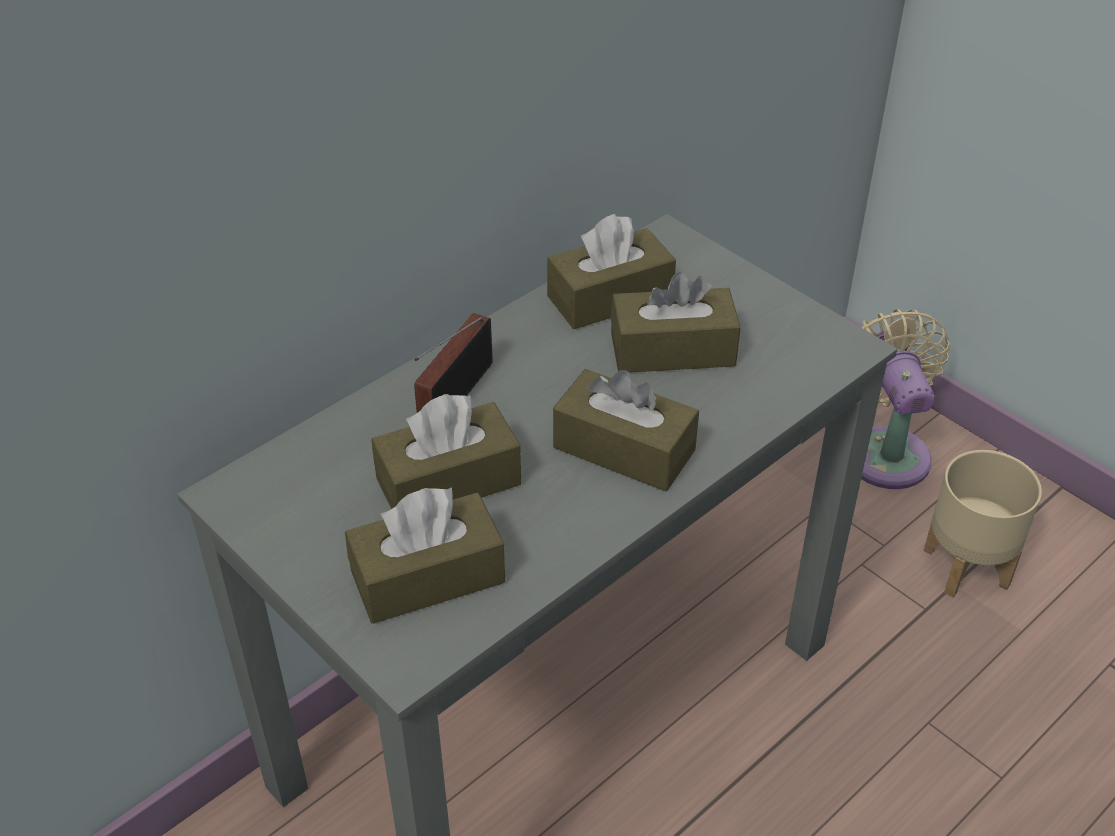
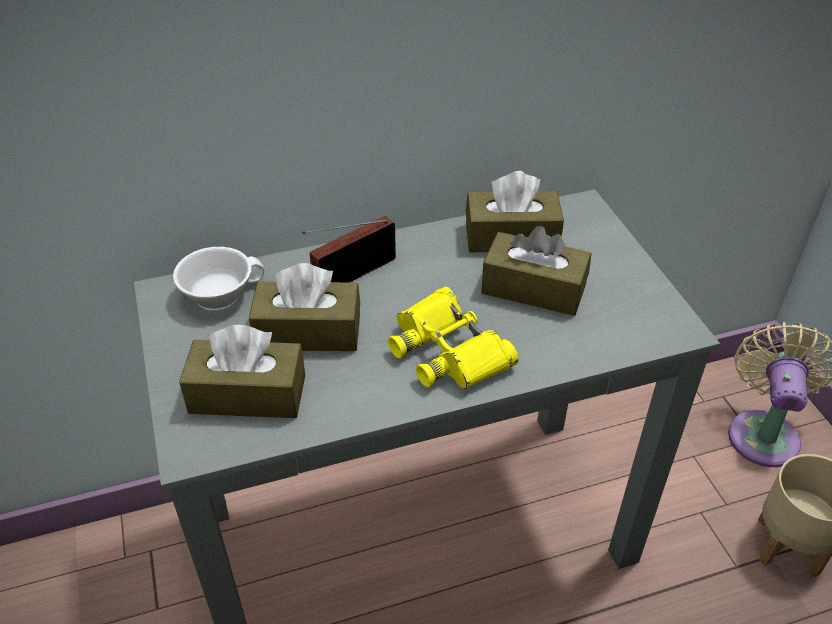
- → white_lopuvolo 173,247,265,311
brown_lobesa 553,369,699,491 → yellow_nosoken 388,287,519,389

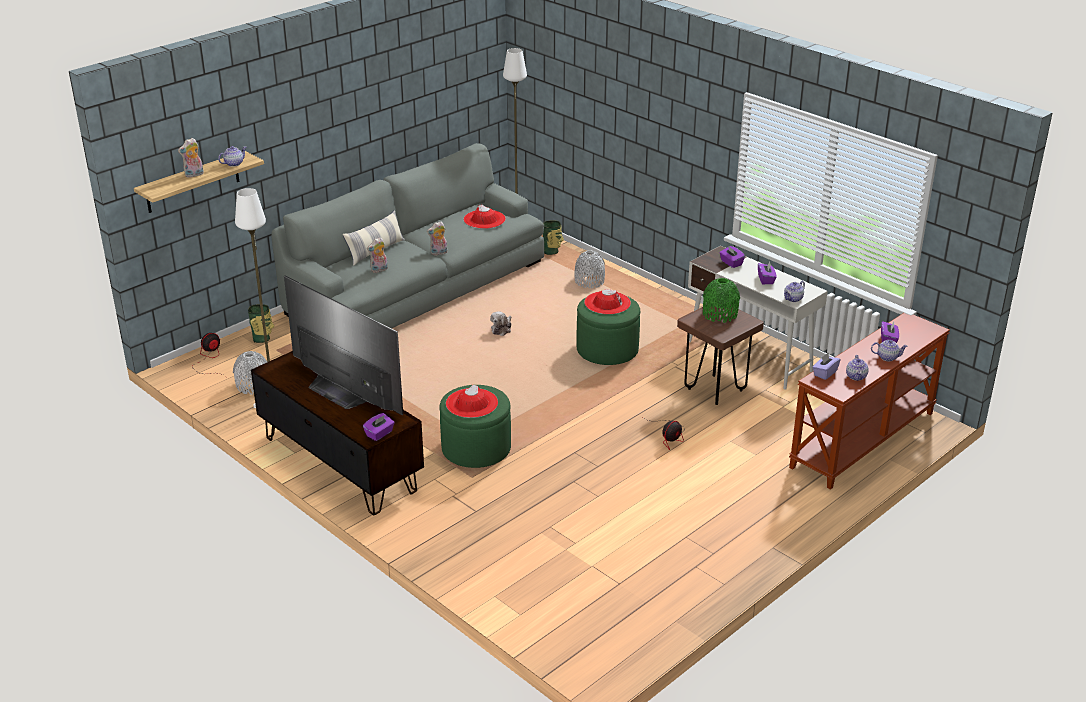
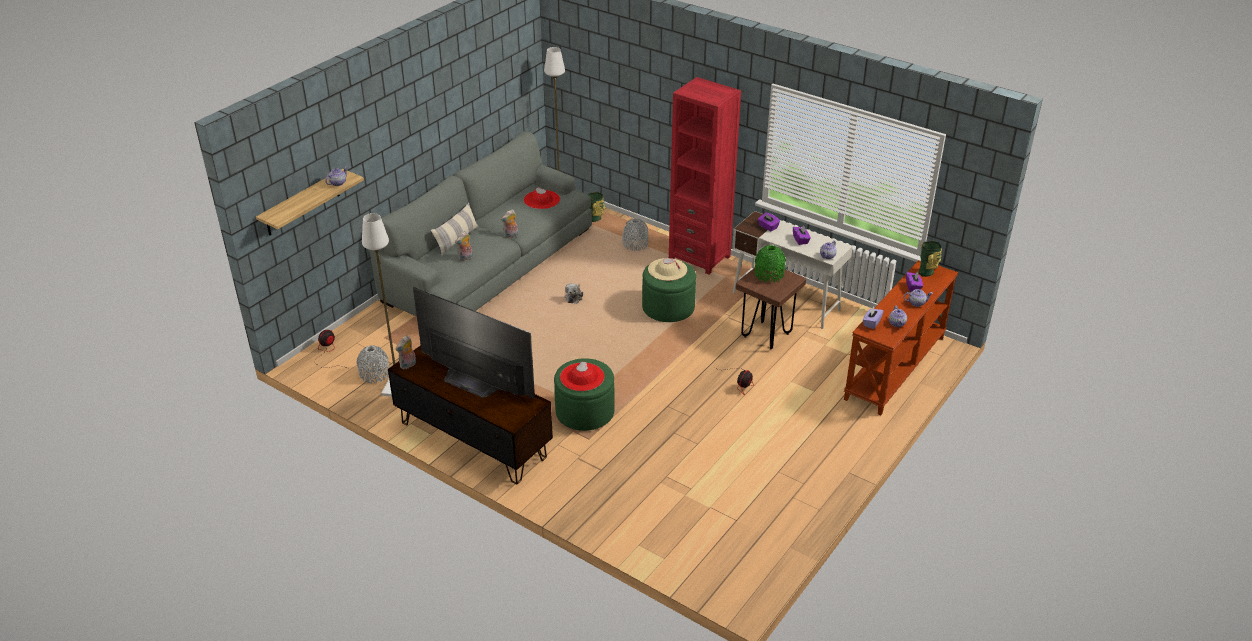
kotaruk 178,138,204,178 → kotaruk 396,335,416,370, move
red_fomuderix 584,289,631,314 → beige_fomuderix 648,258,687,281
- → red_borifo 669,77,741,275
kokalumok 248,304,274,343 → kokalumok 919,241,942,277, move
purple_lobesa 363,413,394,441 → -

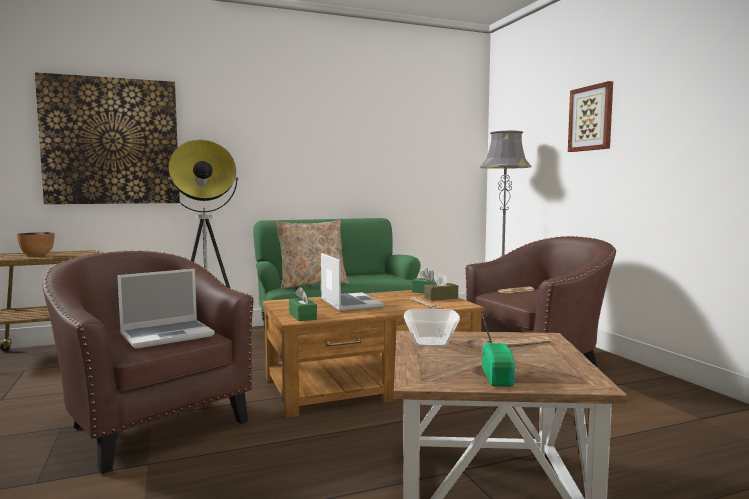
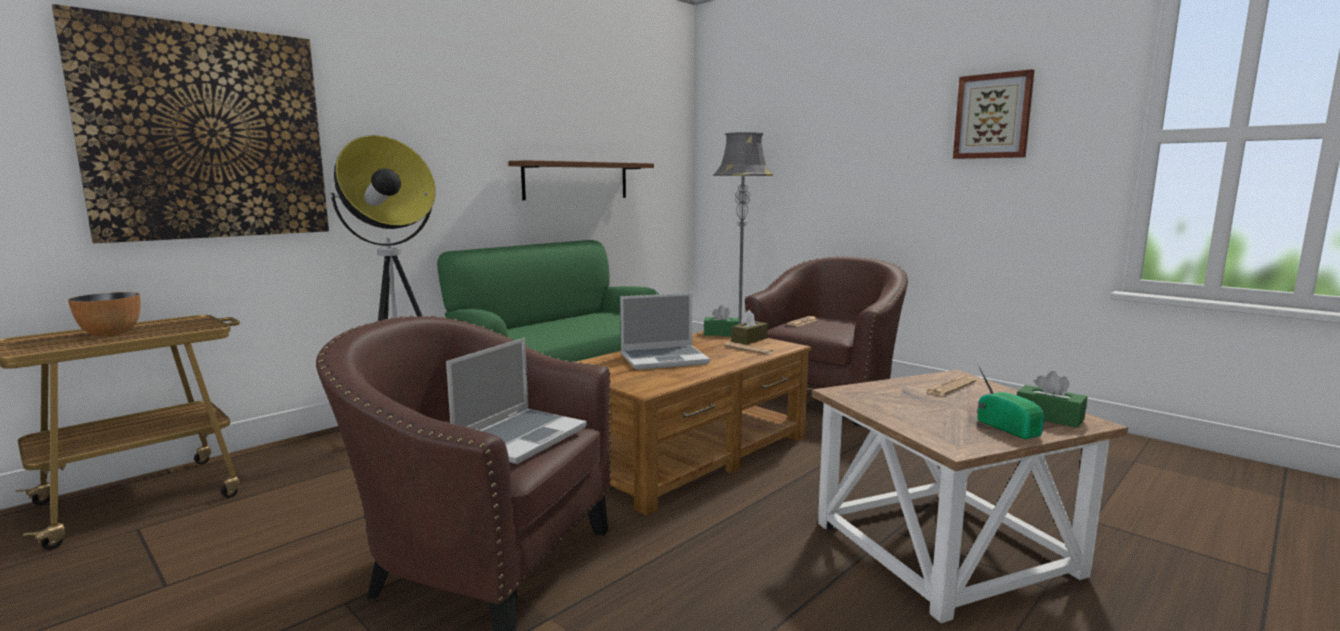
- → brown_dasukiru 508,160,654,200
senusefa 321,253,384,311 → senusefa 620,293,710,370, 120 degrees clockwise
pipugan 568,81,613,152 → pipugan 953,69,1034,159, move
green_lobesa 289,287,317,321 → green_lobesa 1017,371,1087,428, move
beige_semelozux 275,220,349,289 → -
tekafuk 404,309,460,347 → -

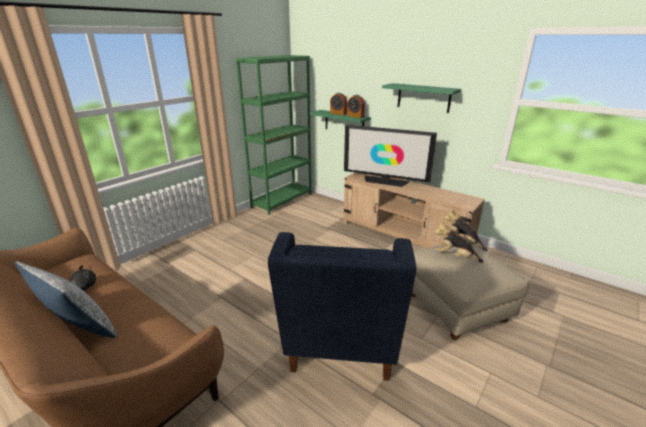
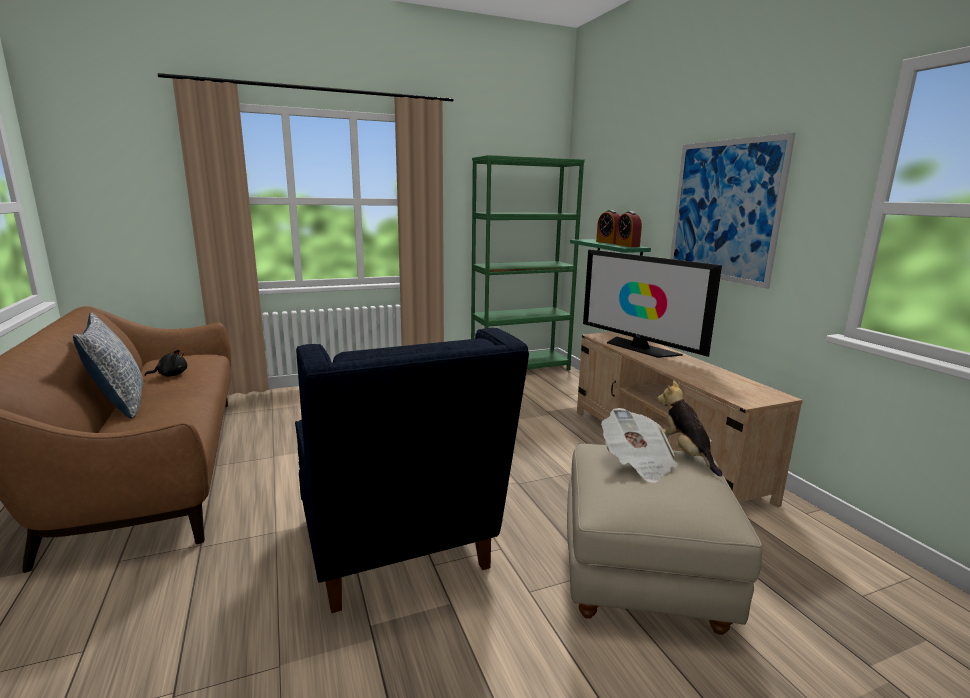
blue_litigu 268,232,416,381 → blue_litigu 295,328,529,613, 60 degrees counterclockwise
kotaruk 434,220,483,263 → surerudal 601,408,678,483
green_dasukiru 382,83,461,113 → pipugan 670,133,795,289

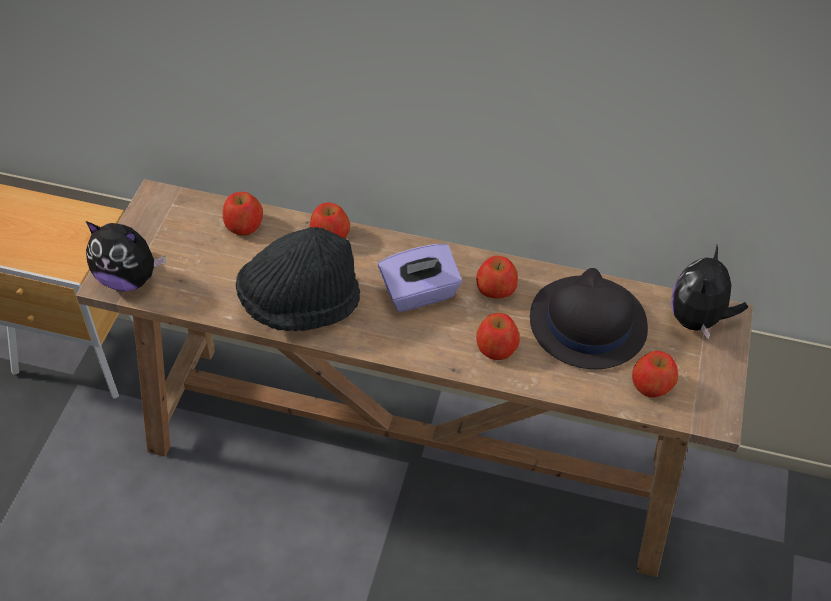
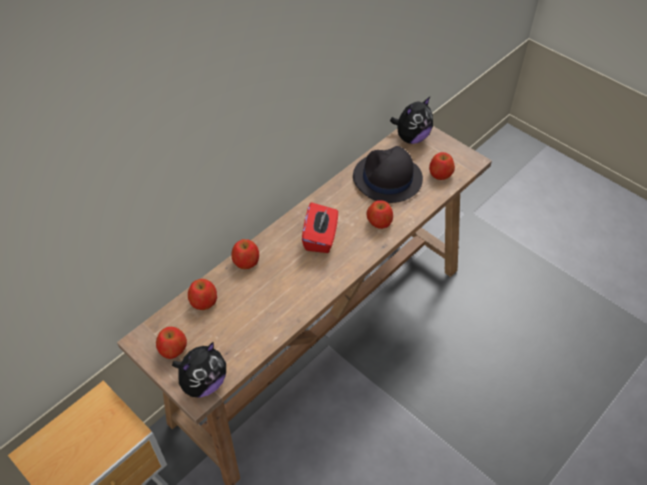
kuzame 476,256,518,299 → kuzame 156,327,187,359, move
purple_lobesa 378,244,462,312 → red_lobesa 302,202,338,253
kotaruk 671,245,748,340 → kotaruk 390,97,433,144, 90 degrees counterclockwise
black_fomuderix 236,227,360,331 → -

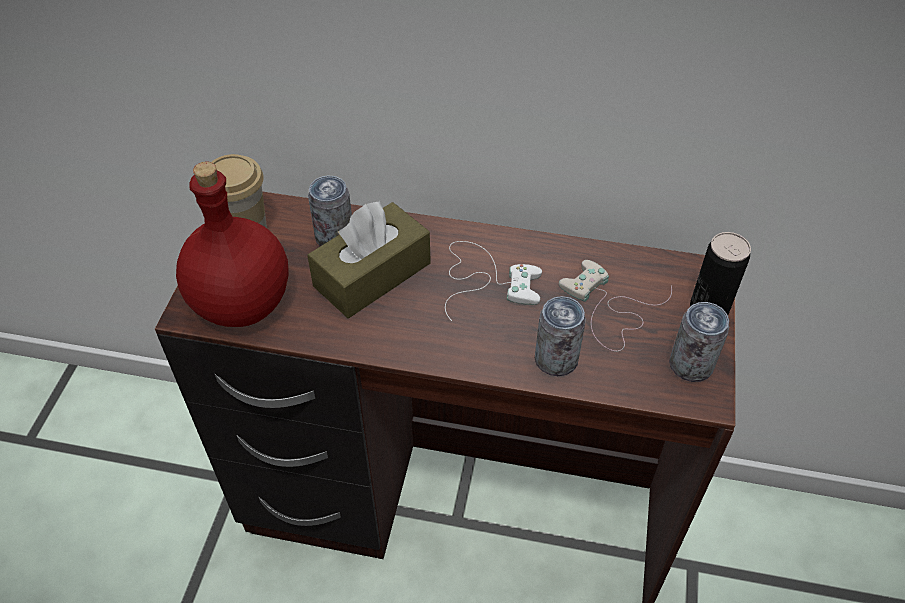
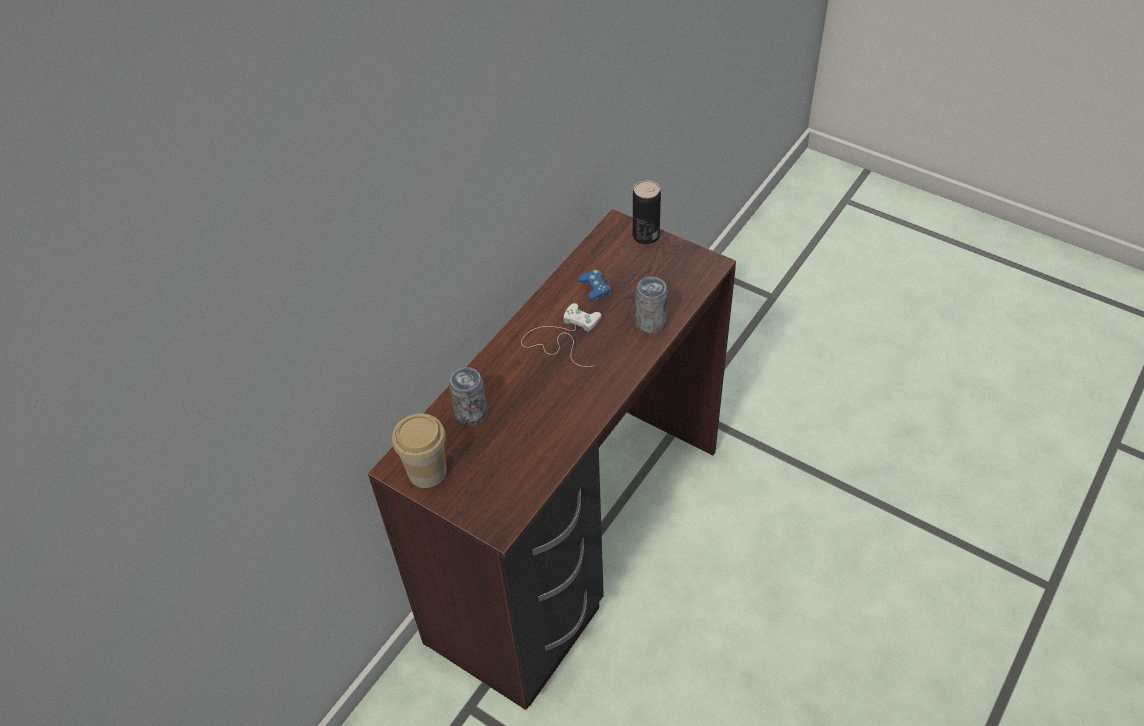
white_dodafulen 559,260,672,352 → blue_dodafulen 578,245,648,301
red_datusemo 176,162,289,327 → -
brown_lobesa 307,201,431,318 → -
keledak 669,302,729,382 → -

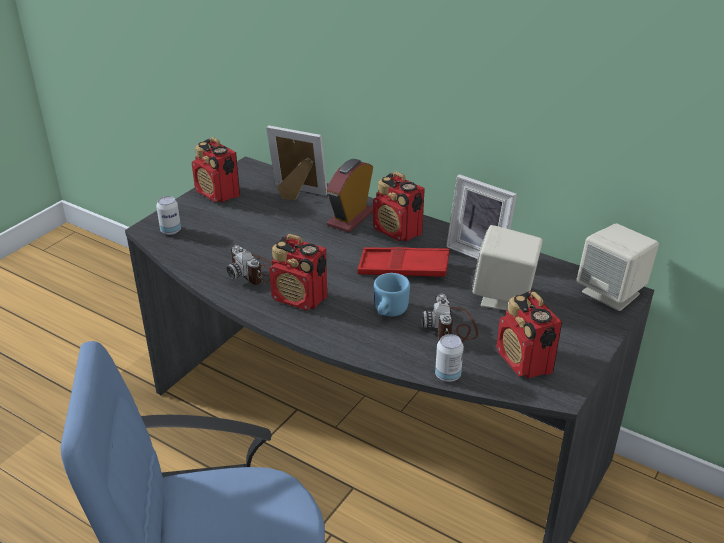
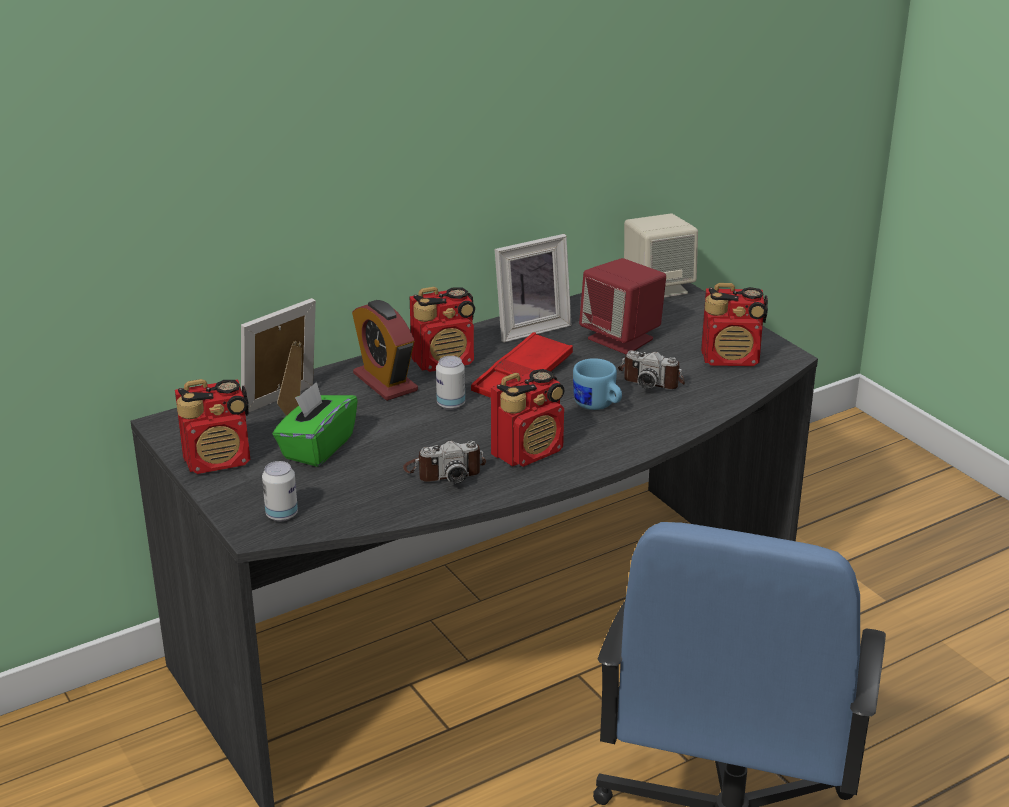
- → green_lobesa 273,382,358,467
keledak 435,334,464,382 → keledak 436,356,465,410, move
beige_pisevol 472,225,543,311 → red_pisevol 579,258,666,354

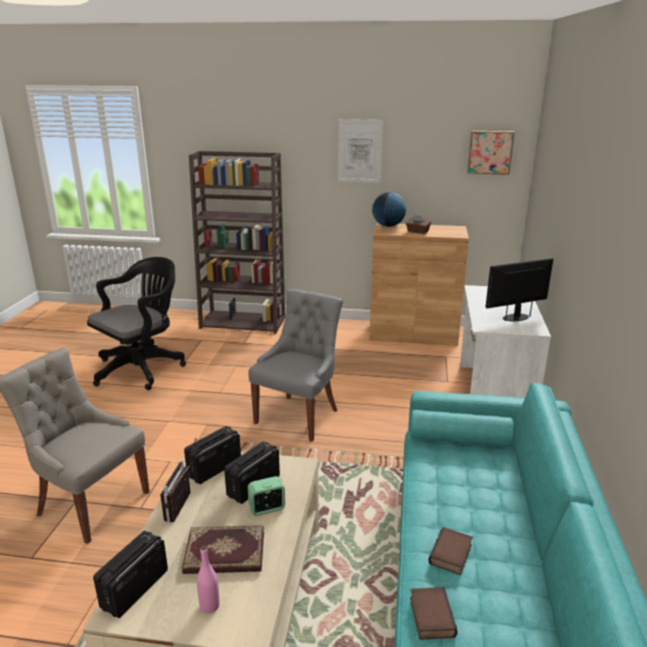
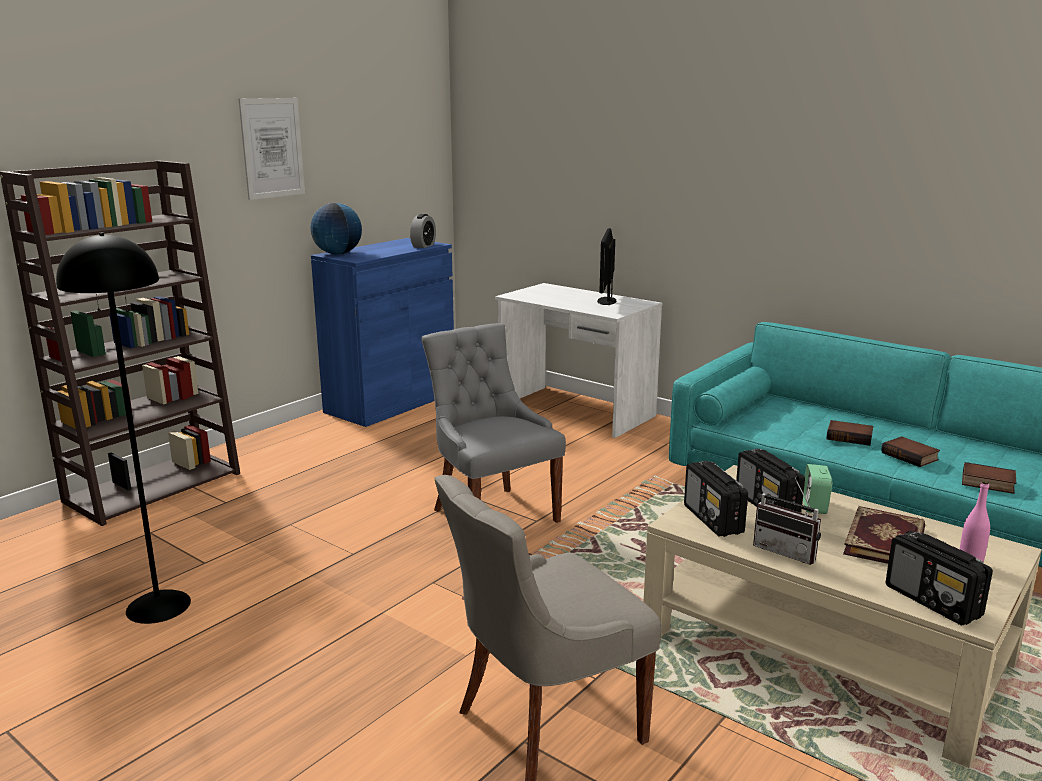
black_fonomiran 87,257,186,390 → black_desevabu 56,233,191,624
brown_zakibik 369,223,469,346 → blue_zakibik 311,238,454,427
- → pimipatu 410,214,436,248
- → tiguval 827,420,873,446
brown_lobesa 406,215,431,234 → -
pipugan 467,131,515,175 → -

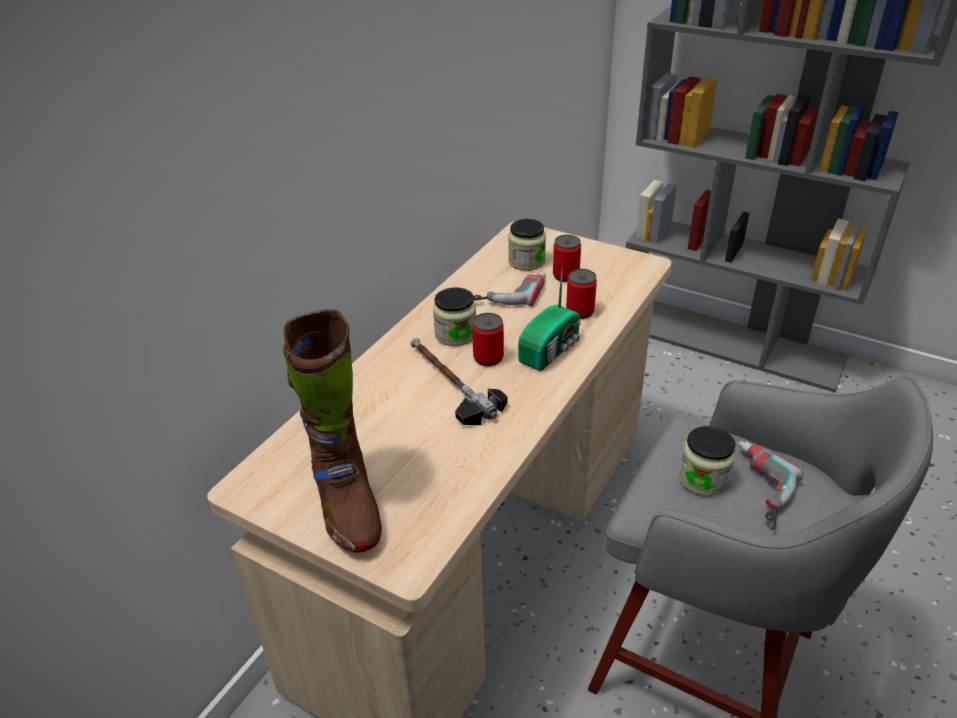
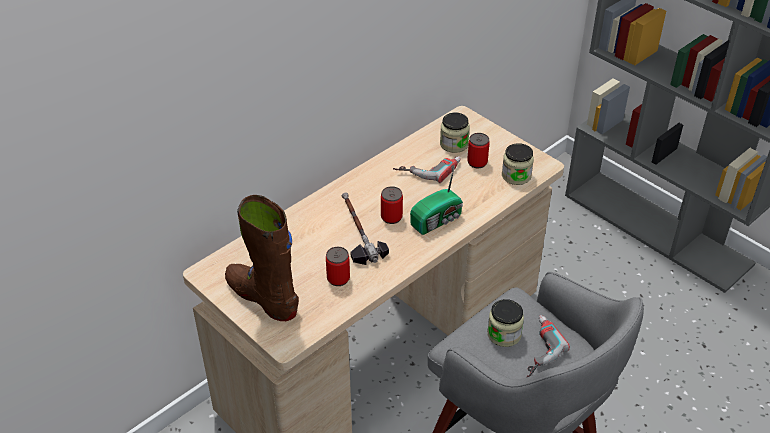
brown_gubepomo 283,309,382,553 → brown_gubepomo 225,195,299,321, 135 degrees clockwise
keledak 566,269,597,319 → keledak 326,247,350,286, move
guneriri 433,287,476,346 → guneriri 502,143,534,185, move

